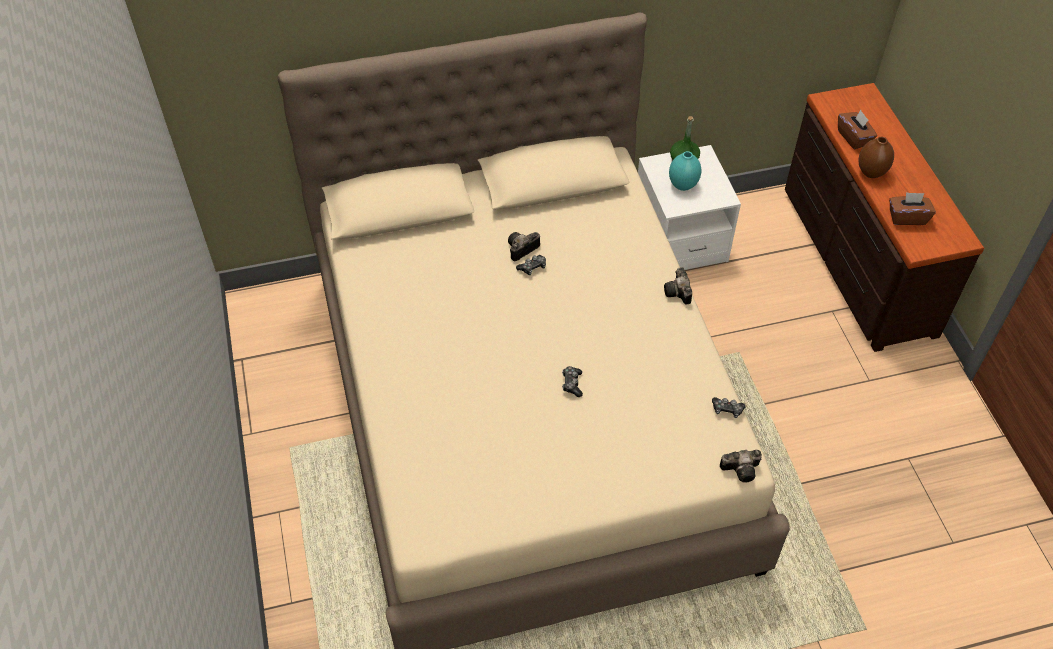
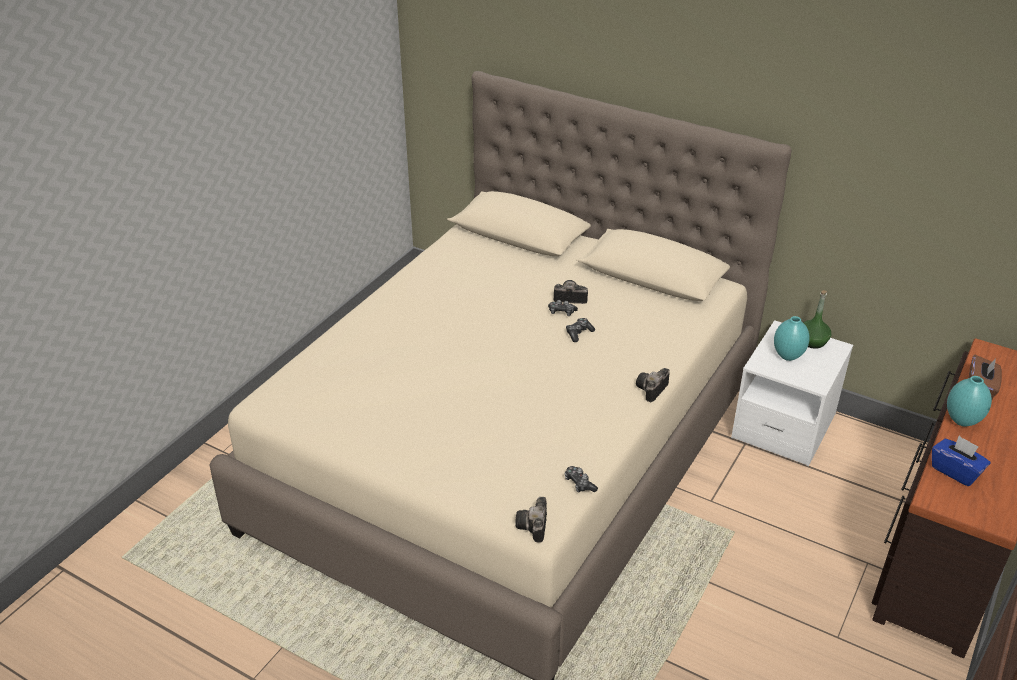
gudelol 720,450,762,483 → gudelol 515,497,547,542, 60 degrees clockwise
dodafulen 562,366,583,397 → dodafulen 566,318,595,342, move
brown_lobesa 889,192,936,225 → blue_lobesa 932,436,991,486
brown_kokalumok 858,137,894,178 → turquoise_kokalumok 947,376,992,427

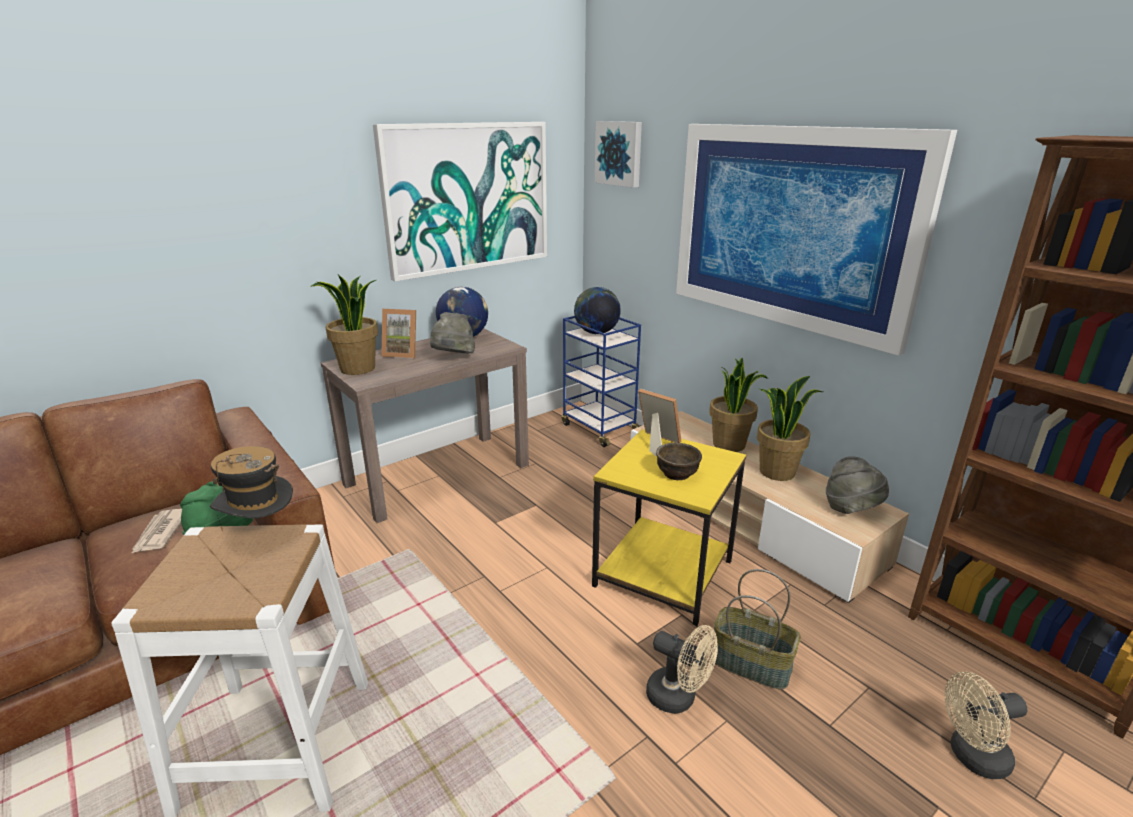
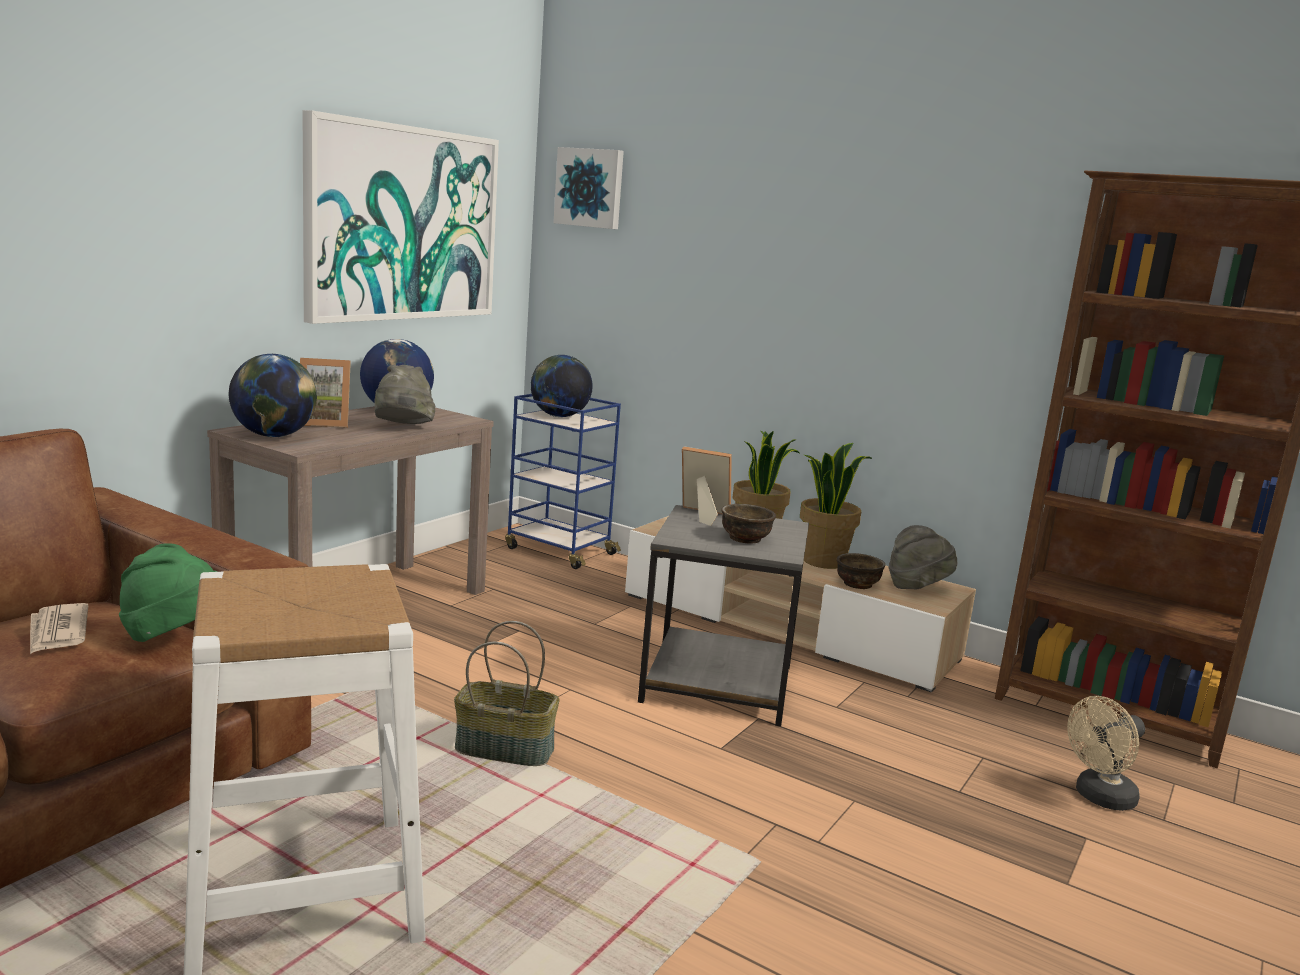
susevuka 311,275,378,375 → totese 229,354,317,437
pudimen 712,569,801,690 → pudimen 454,621,560,766, move
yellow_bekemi 592,429,746,626 → grey_bekemi 638,505,809,726
- → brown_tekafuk 836,553,885,589
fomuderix 210,446,293,531 → -
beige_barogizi 646,625,718,714 → -
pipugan 676,124,957,356 → -

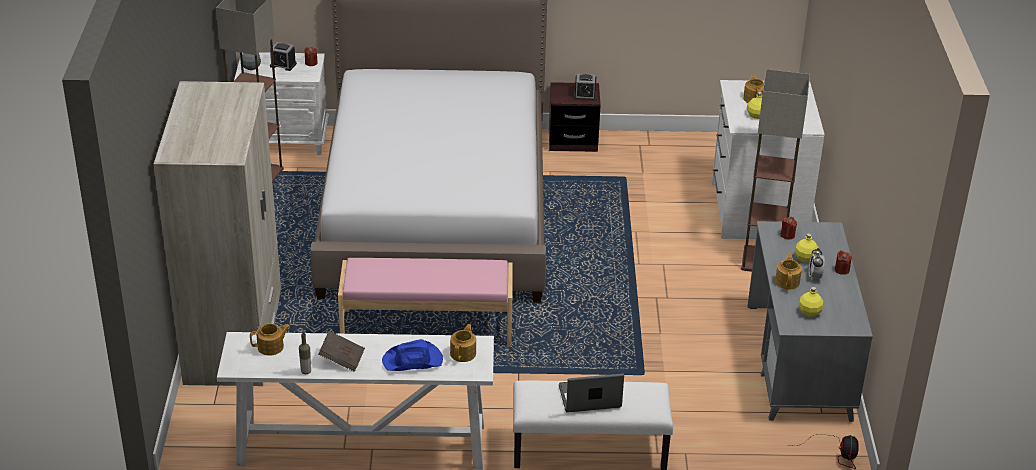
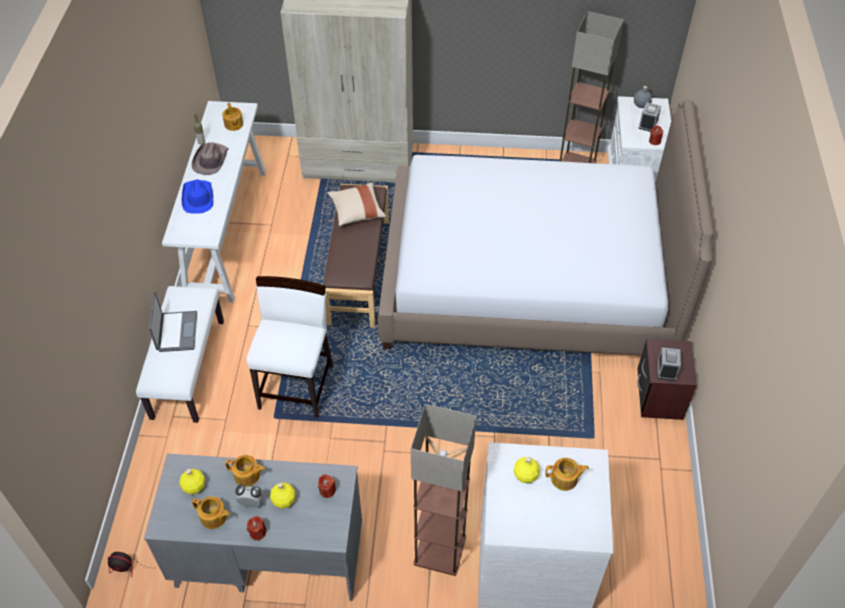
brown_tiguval 318,331,365,372 → brown_fomuderix 192,142,228,175
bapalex 450,324,476,362 → bapalex 192,496,230,529, move
- → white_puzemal 246,276,333,418
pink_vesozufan 338,258,513,347 → brown_vesozufan 323,184,389,327
- → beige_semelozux 328,182,386,226

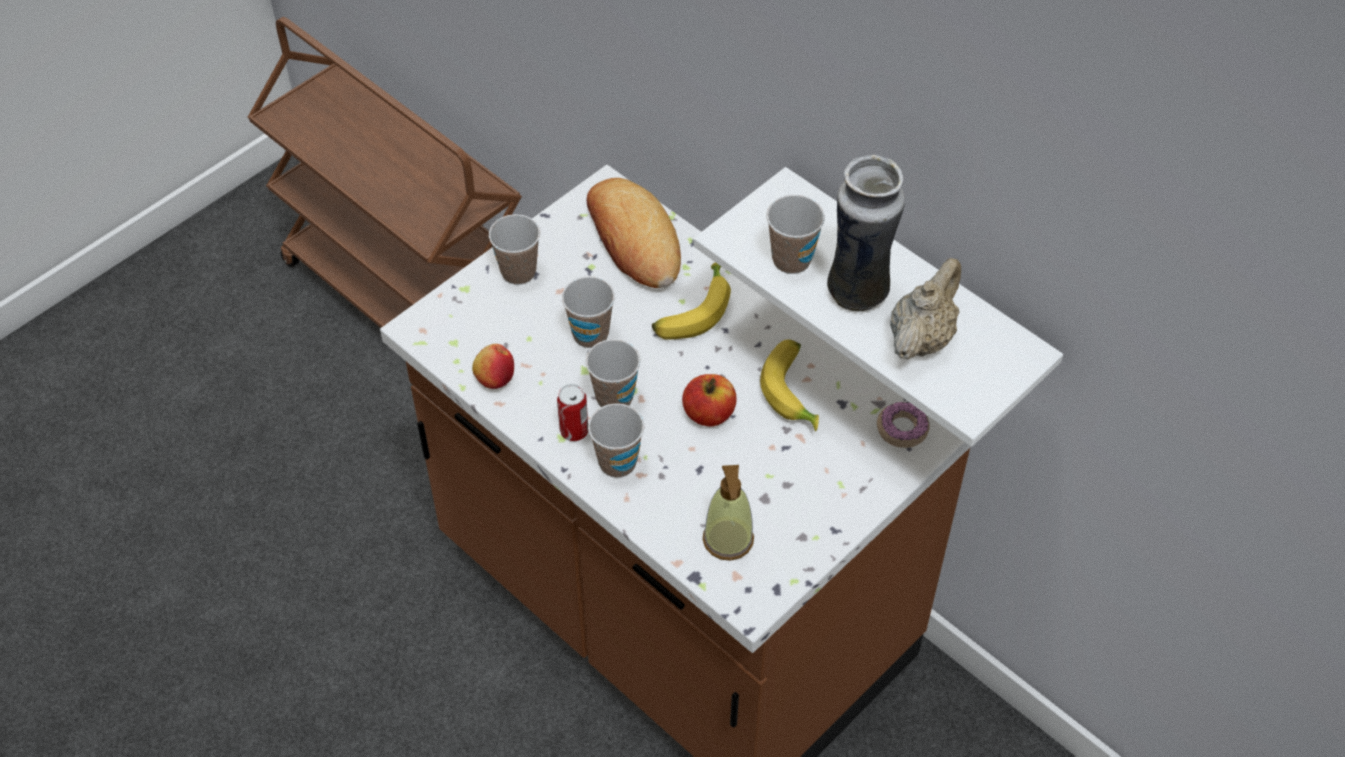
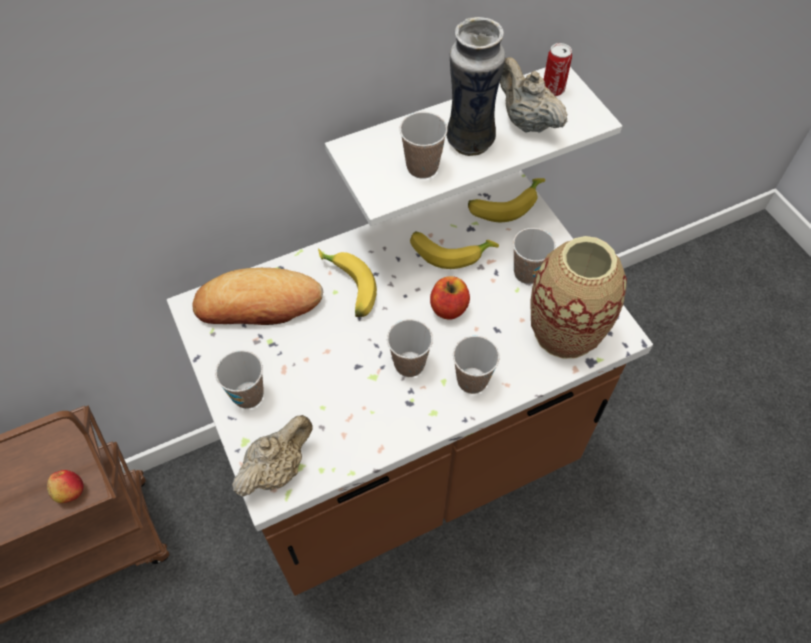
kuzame 472,344,514,389 → kuzame 47,470,84,503, move
- → beige_bapalex 232,415,313,497
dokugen 877,402,930,448 → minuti 468,178,545,222
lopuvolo 562,276,615,348 → lopuvolo 513,228,556,284, move
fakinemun 703,465,754,561 → kokalumok 530,236,627,359
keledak 557,384,588,441 → keledak 543,43,572,96, move

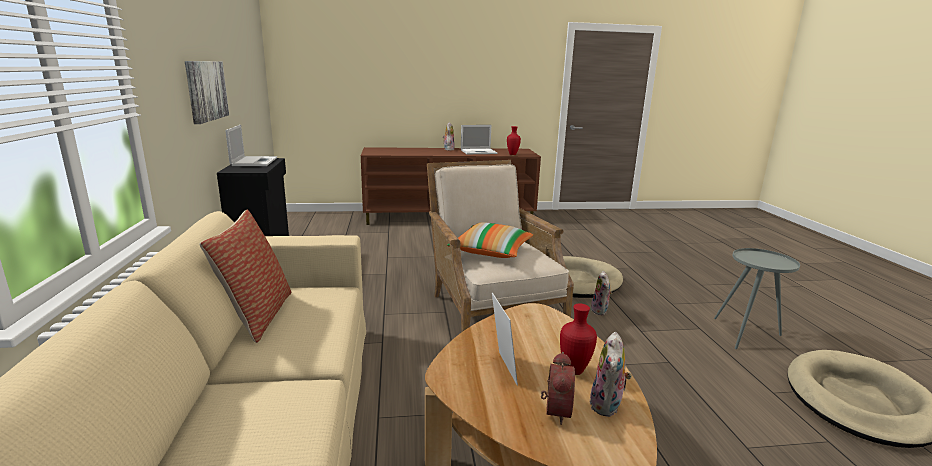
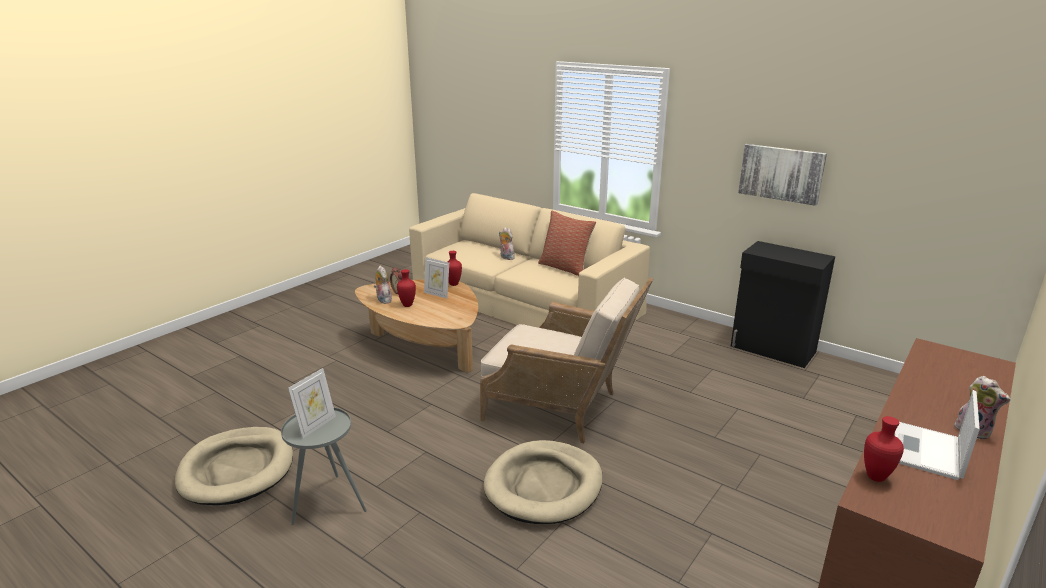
- → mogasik 288,368,336,439
- → red_kokalumok 447,251,462,286
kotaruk 591,271,612,315 → kotaruk 499,227,515,260, move
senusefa 225,125,277,166 → -
semelozux 447,222,533,258 → -

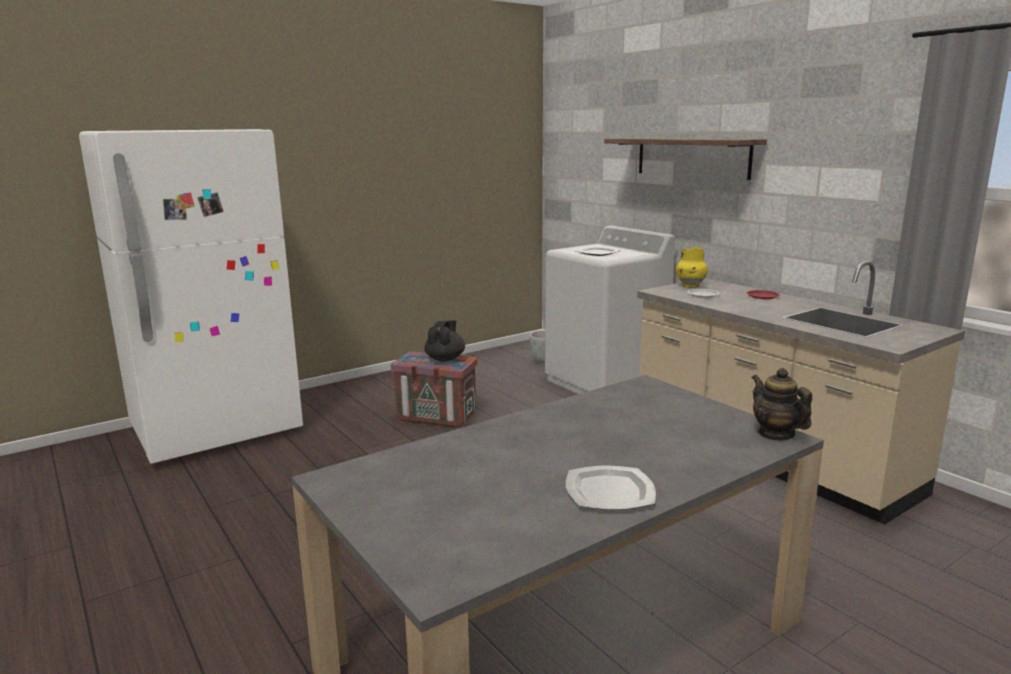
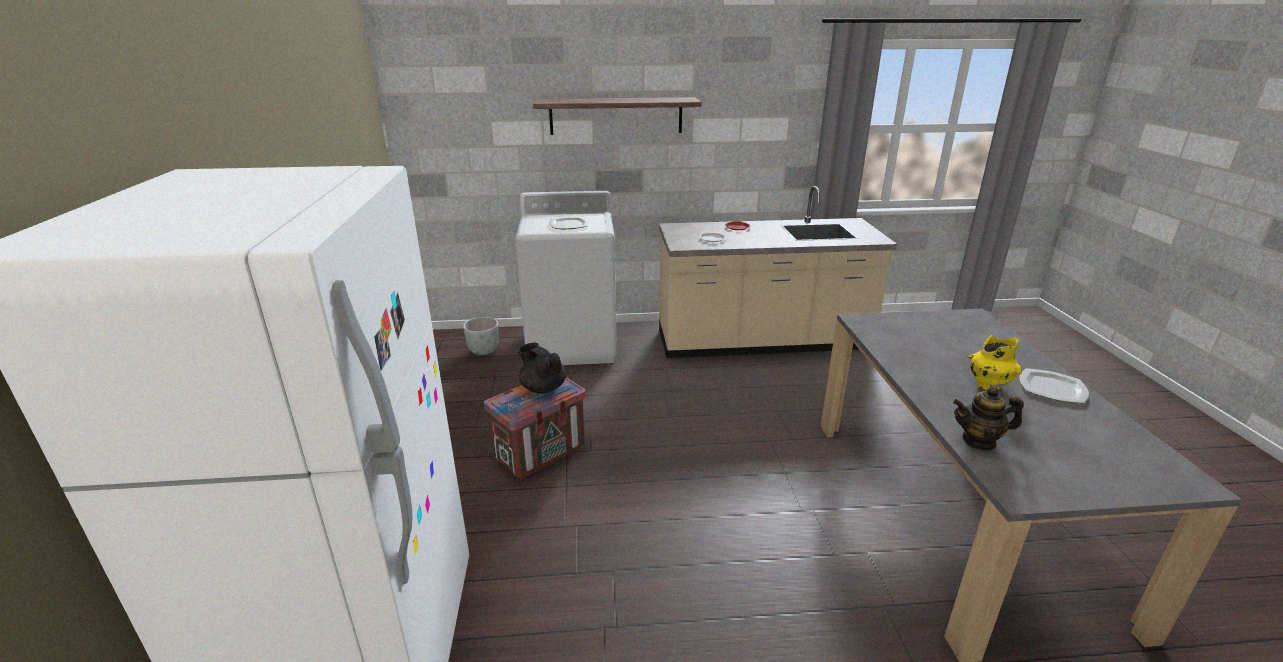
bapalex 752,368,812,441 → bapalex 953,387,1024,450, move
yellow_kokalumok 676,247,708,288 → yellow_kokalumok 967,335,1022,391, move

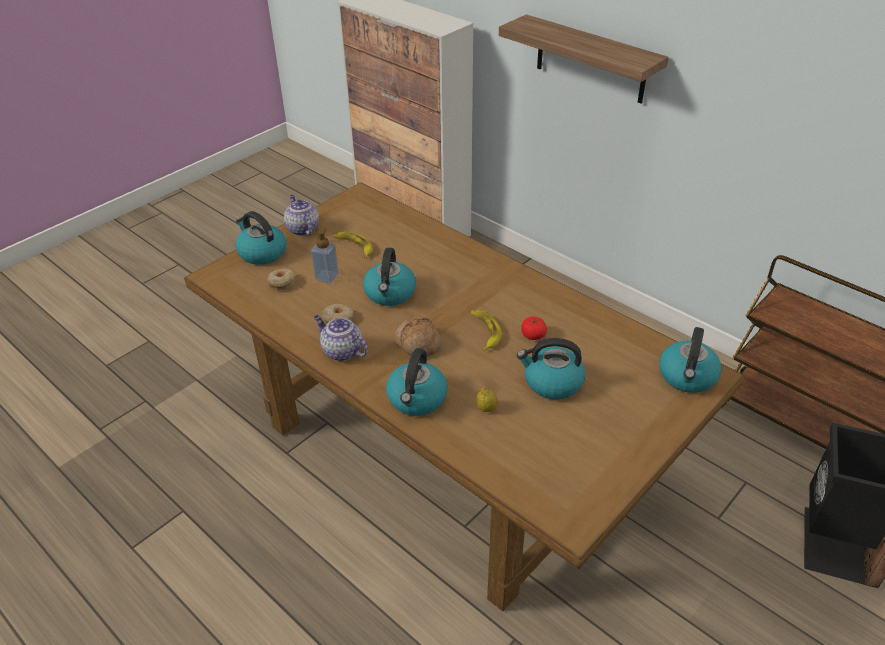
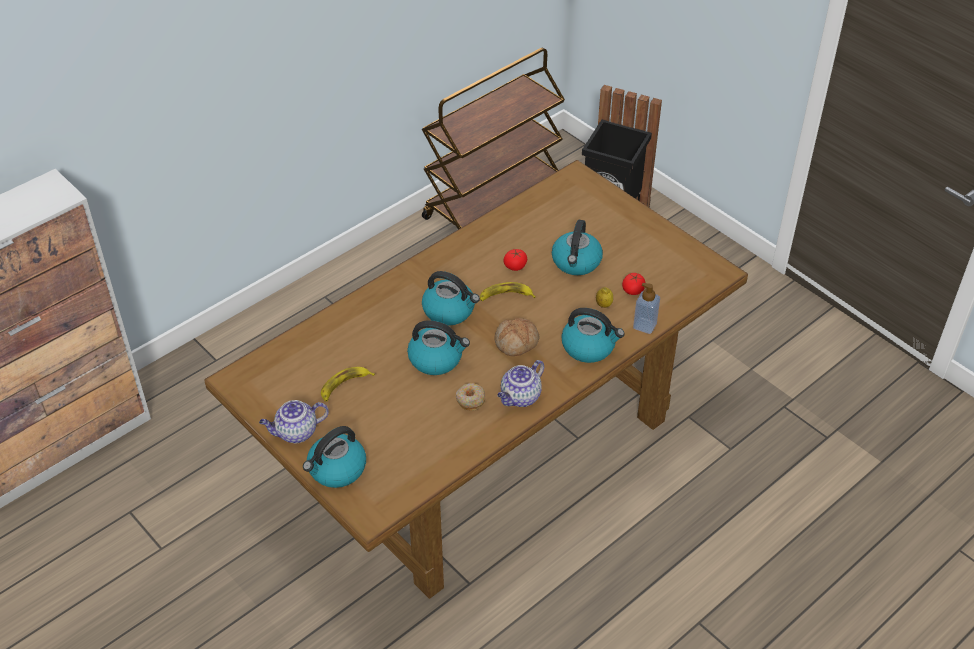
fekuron 659,327,722,393 → fekuron 422,271,480,326, move
- → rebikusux 622,273,645,295
fakinemun 311,228,339,283 → fakinemun 633,283,660,334, move
dokugen 267,268,296,291 → -
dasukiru 499,14,669,104 → -

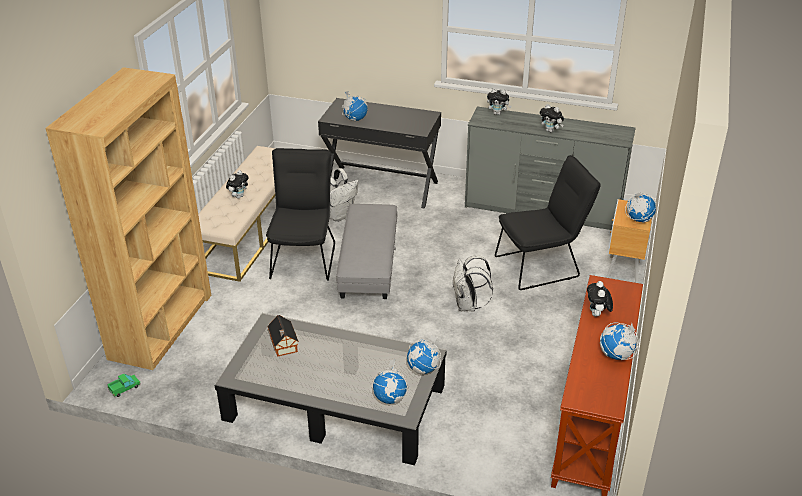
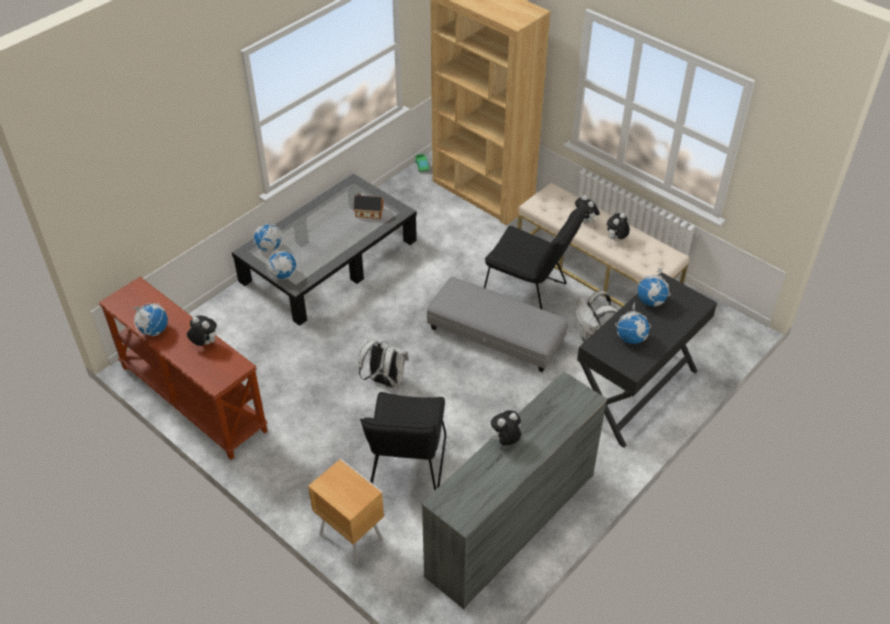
kotaruk 487,88,511,115 → kotaruk 607,213,630,240, move
totese 625,192,656,223 → totese 615,302,651,344, move

